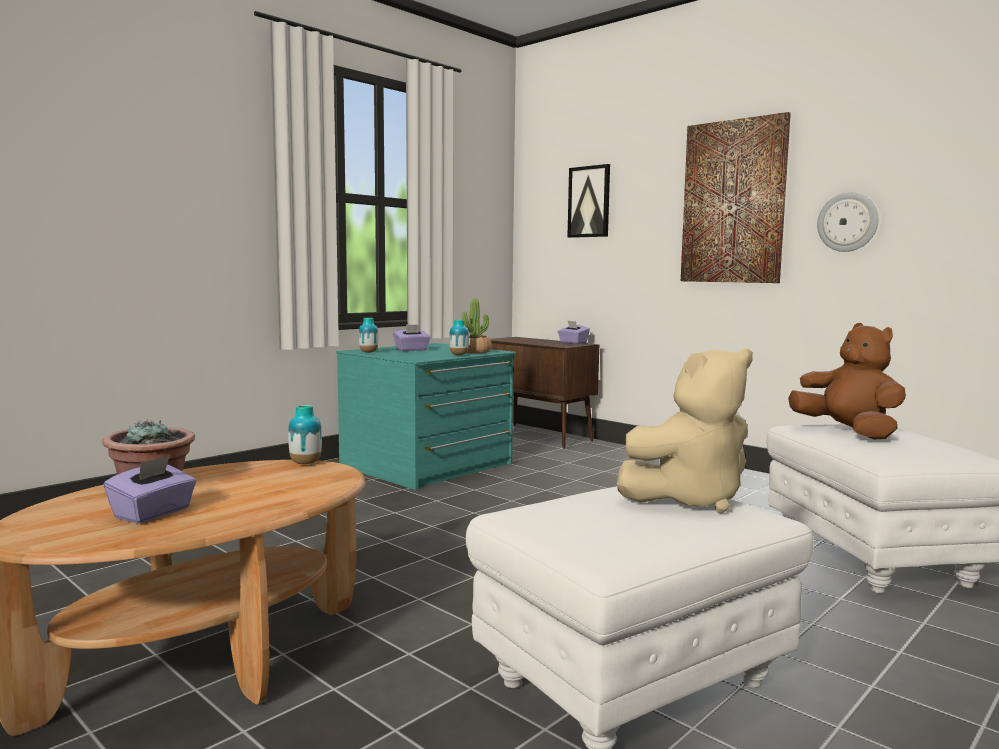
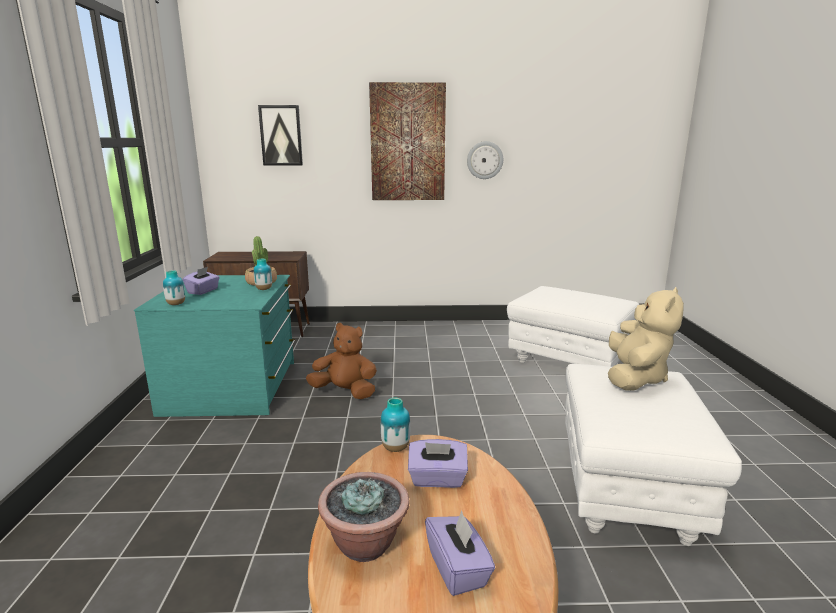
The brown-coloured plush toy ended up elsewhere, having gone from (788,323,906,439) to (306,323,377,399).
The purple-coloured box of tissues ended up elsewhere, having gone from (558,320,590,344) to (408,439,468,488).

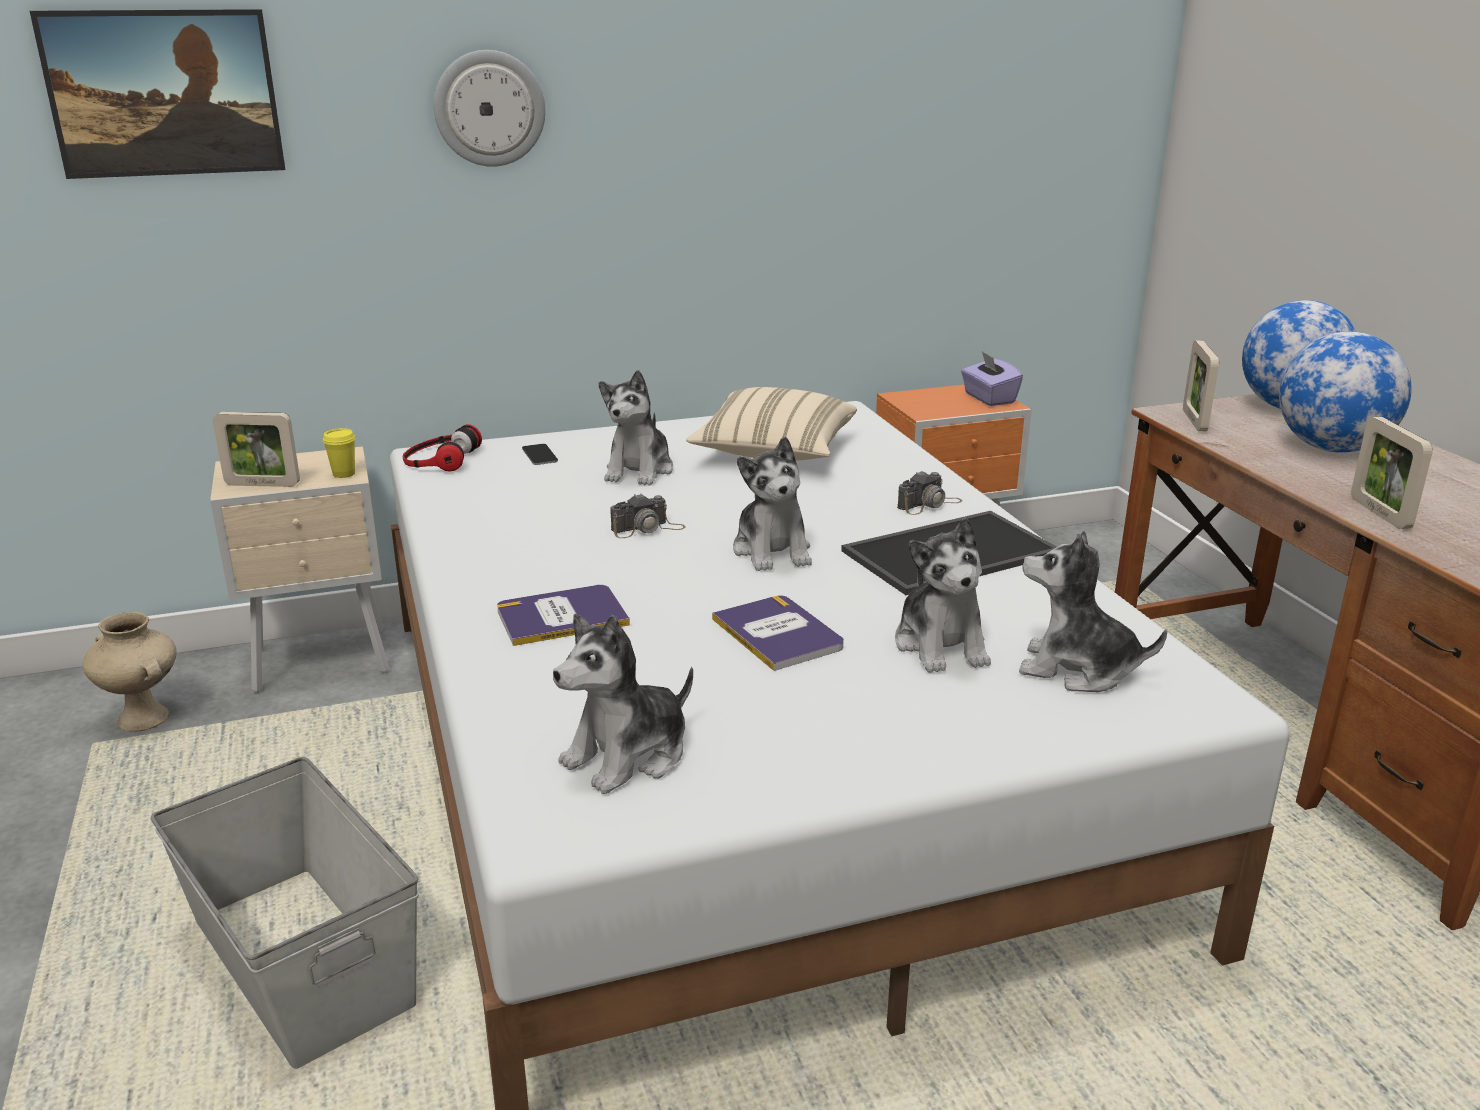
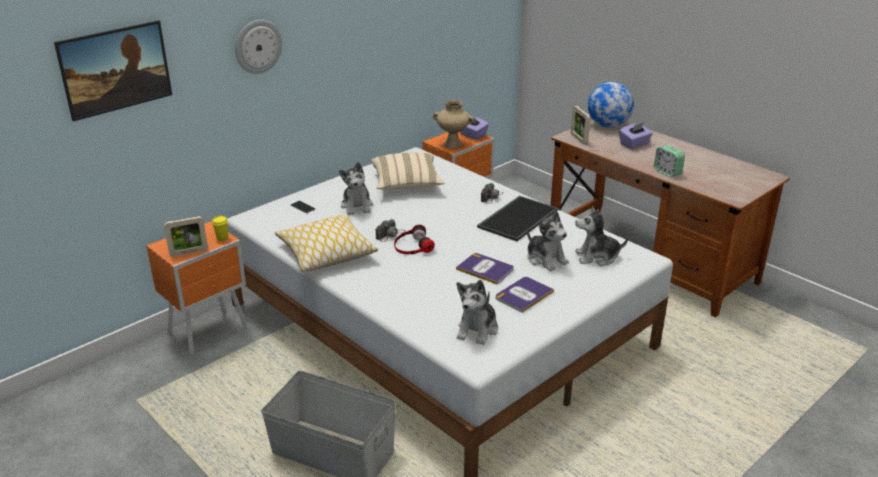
What was the beige-coloured bedside table at (210,446,390,693) turned into the orangey bedside table at (146,221,248,355).
The second view gained the pillow at (275,214,378,272).
The headset ended up elsewhere, having gone from (403,424,482,472) to (394,225,435,254).
The beige-coloured flower vase ended up elsewhere, having gone from (83,612,177,732) to (433,100,474,149).
The book ended up elsewhere, having gone from (497,585,630,646) to (496,277,554,313).
Where the world globe stood at (1279,332,1412,453), the purple-coloured box of tissues came to stand at (619,122,653,149).
Where the picture frame stood at (1351,417,1433,529), the table clock came to stand at (654,145,685,177).
The second view lost the plush toy at (733,437,812,571).

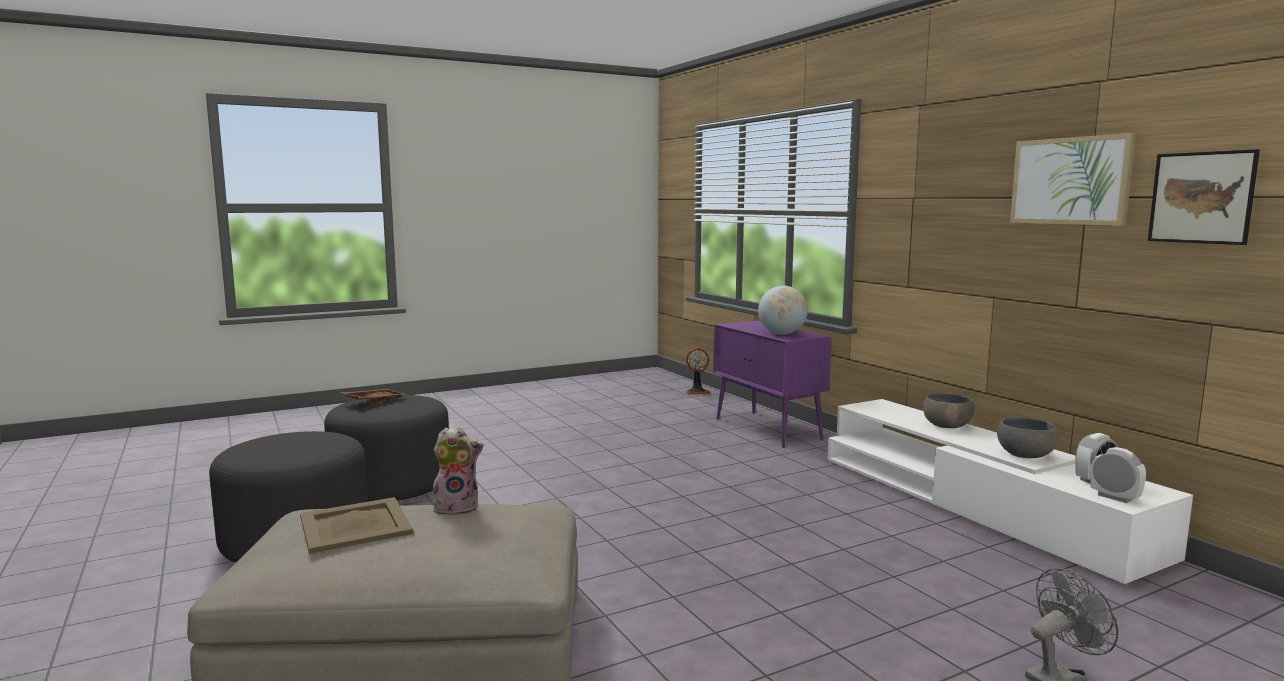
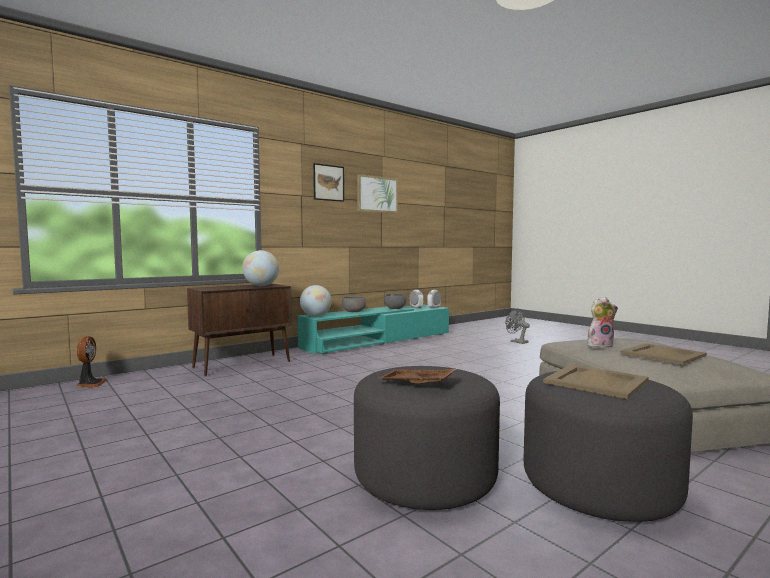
What was the purple-coloured storage cabinet at (714,321,832,448) turned into the brown-coloured storage cabinet at (187,284,292,376).
What was the white media console at (827,399,1193,584) turned into the turquoise-coloured media console at (297,304,449,354).
The second view gained the world globe at (300,285,332,317).
The picture ended up elsewhere, having gone from (1148,149,1260,245) to (313,163,344,202).
The second view gained the beige-coloured carrying tray at (543,364,649,399).
The plush toy at (432,427,484,515) ended up facing another way, 105 degrees clockwise from before.

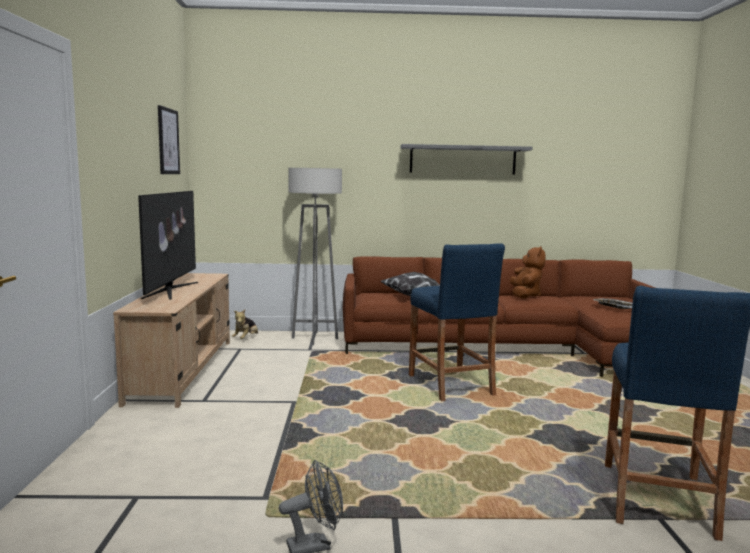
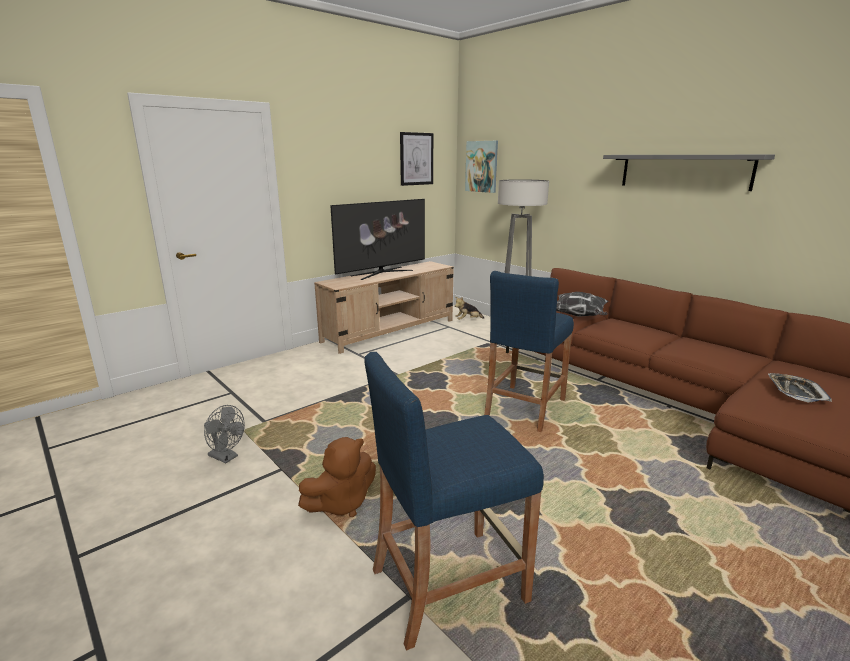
The brown-coloured plush toy ended up elsewhere, having gone from (510,246,546,299) to (298,437,376,517).
The second view gained the picture at (465,141,498,193).

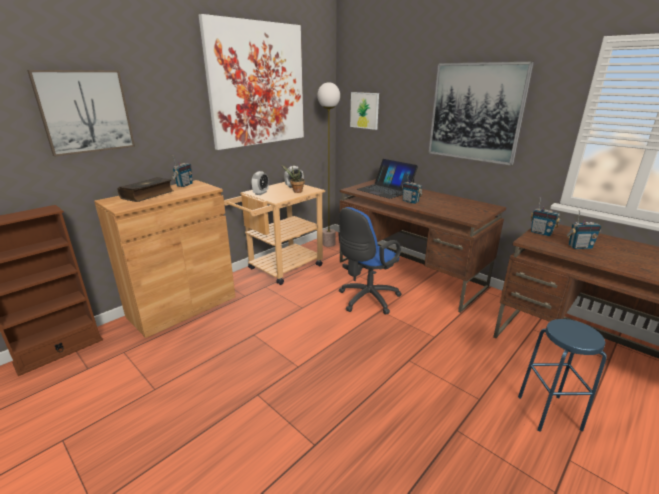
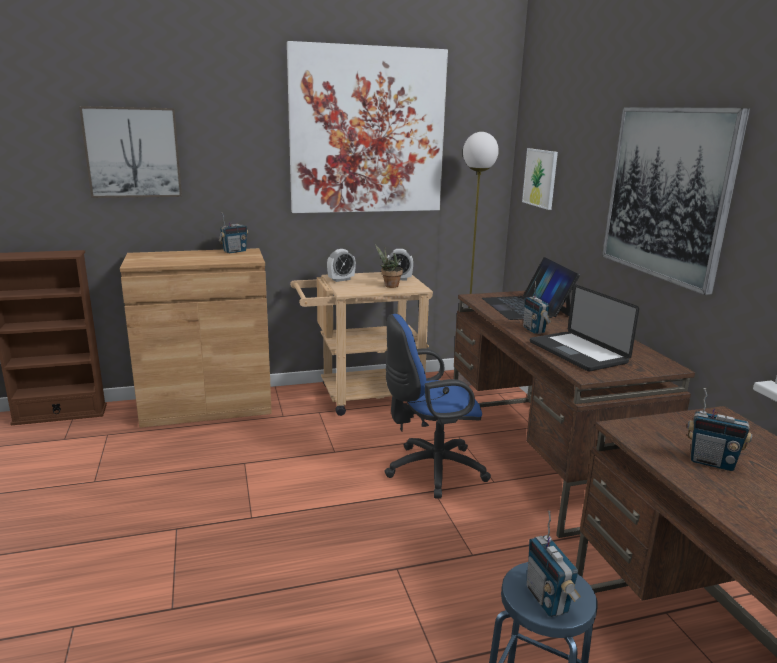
The radio ended up elsewhere, having gone from (530,197,561,236) to (527,511,581,617).
The second view gained the laptop at (530,284,639,372).
The second view lost the book at (117,177,173,202).

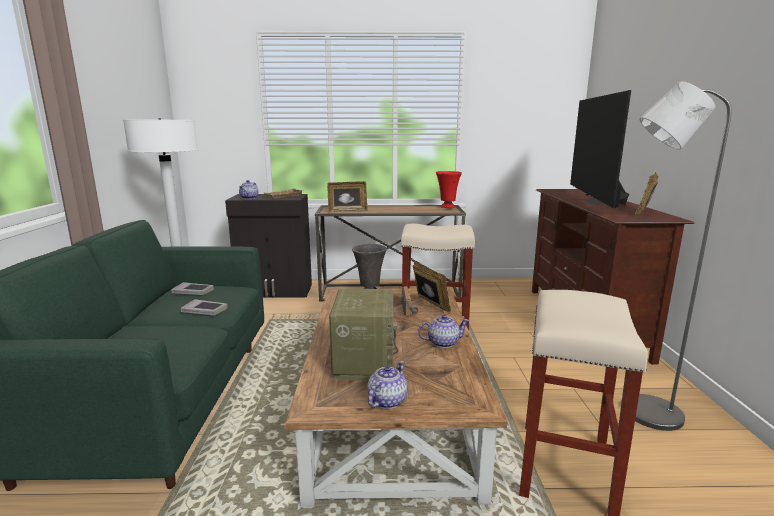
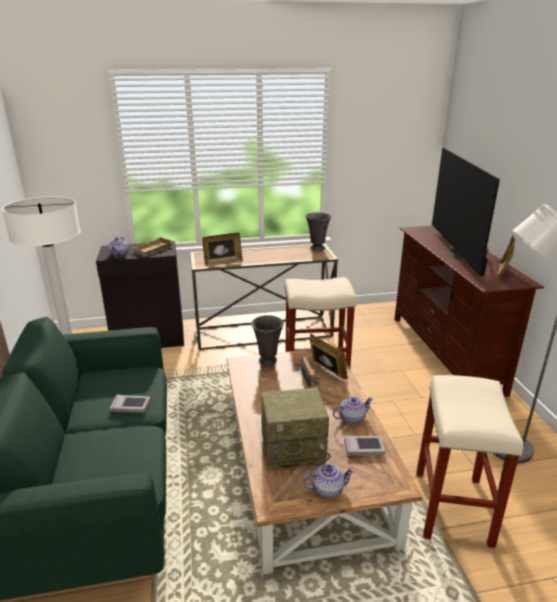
The radio at (329,289,399,381) ended up facing another way, 90 degrees clockwise from before.
The teapot at (367,361,407,409) ended up facing another way, 60 degrees clockwise from before.
What was the red-coloured flower vase at (436,171,462,208) turned into the gray flower vase at (306,212,331,251).
The book ended up elsewhere, having gone from (171,282,214,295) to (344,435,385,455).

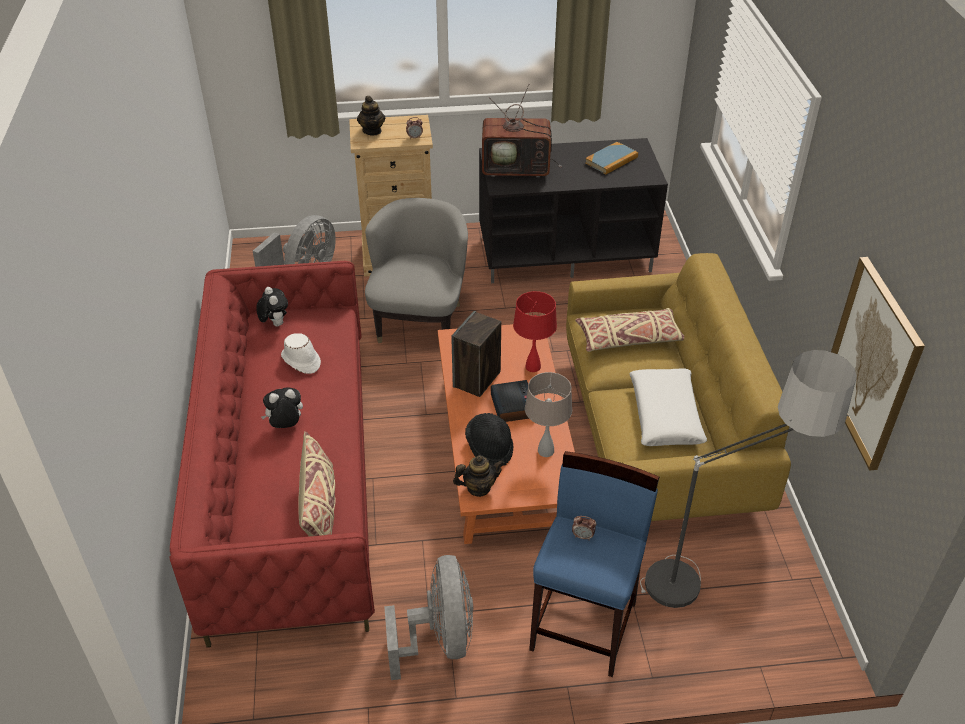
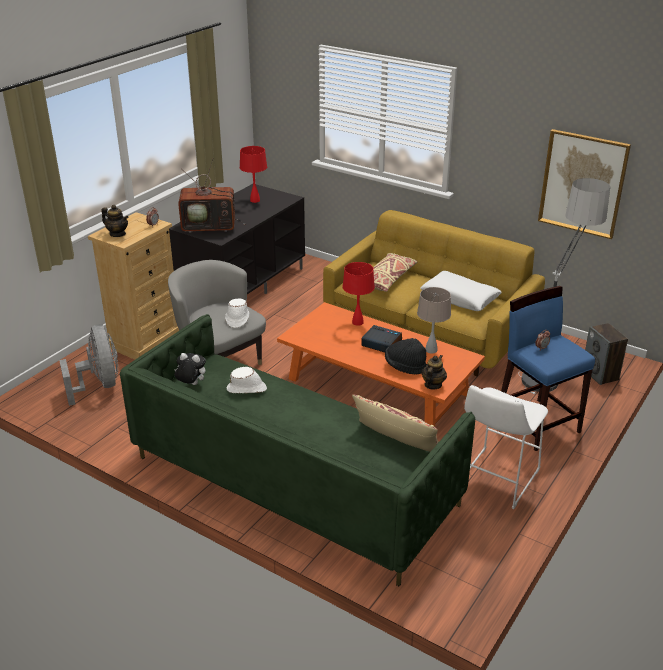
What was the red-coloured couch at (169,261,375,647) turned into the green-coloured couch at (120,314,476,586).
The television at (482,84,562,178) ended up facing another way, 45 degrees clockwise from before.
The second view gained the white wearable hat at (225,299,249,328).
Where the book stood at (585,142,638,174), the red-coloured lamp for a table came to stand at (240,146,267,203).
Where the gray fan stood at (384,555,473,680), the white sitting stool came to stand at (464,385,548,509).
The speaker ended up elsewhere, having gone from (451,311,501,397) to (585,323,628,385).
The second view lost the plush toy at (261,388,303,428).

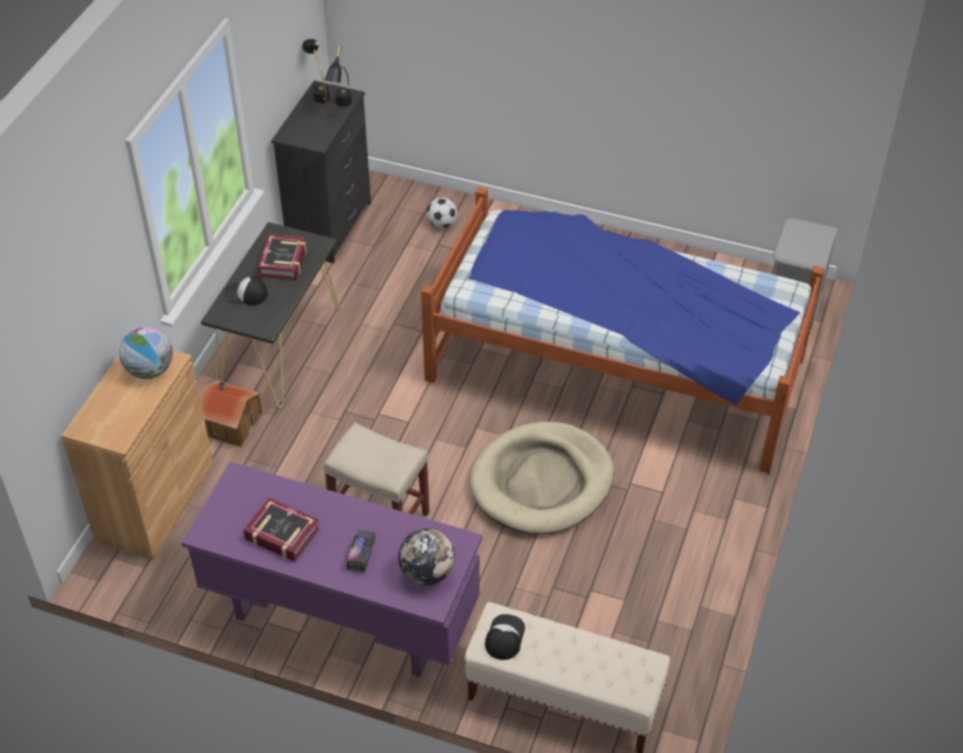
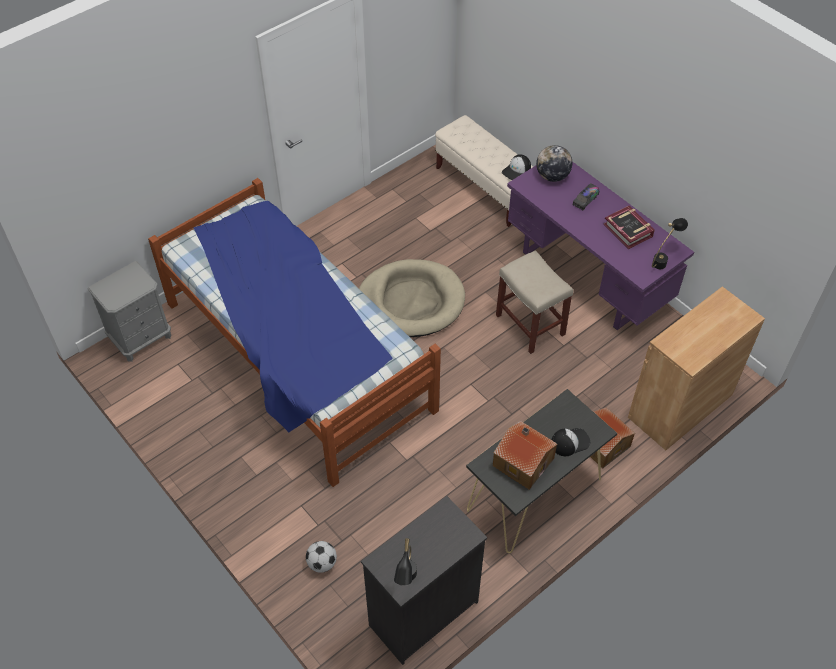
Where the book stood at (257,234,307,281), the toy house came to stand at (493,421,558,490).
The baseball cap at (224,276,268,306) ended up facing another way, 60 degrees counterclockwise from before.
The black-coloured lamp for a table ended up elsewhere, having gone from (325,46,352,107) to (652,218,688,269).
The second view lost the world globe at (119,327,173,379).

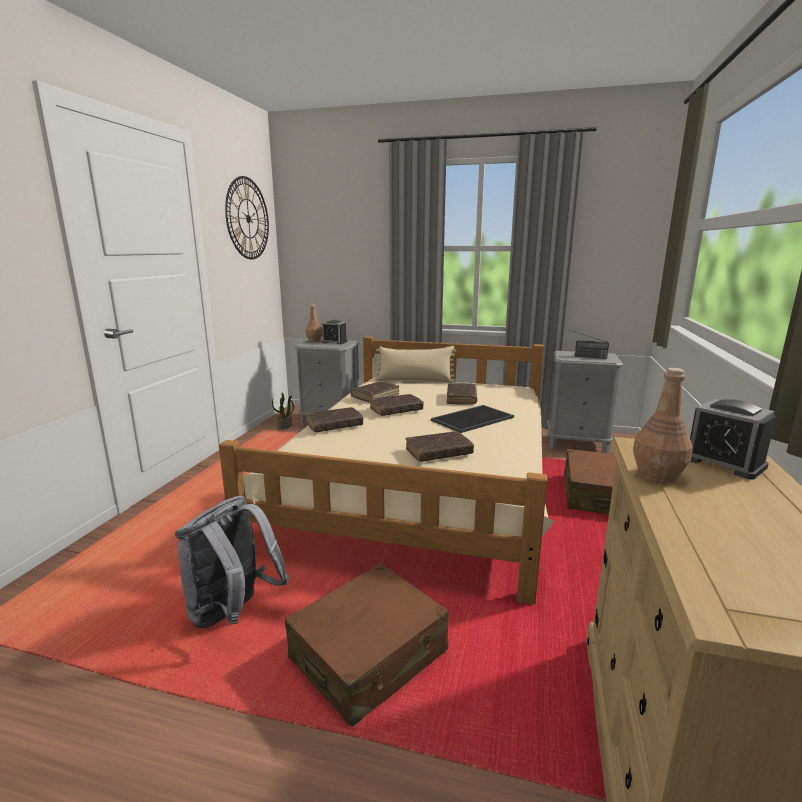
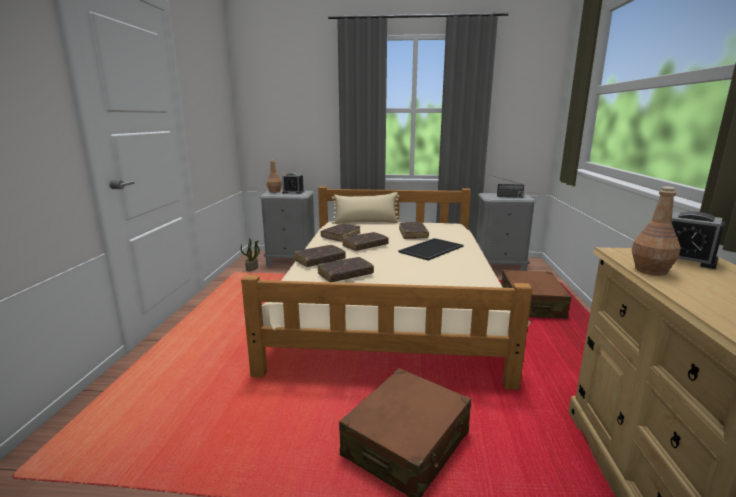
The brown-coloured book ended up elsewhere, having gone from (406,431,474,462) to (317,257,374,282).
The second view lost the gray backpack at (175,495,289,628).
The second view lost the wall clock at (225,176,269,260).

